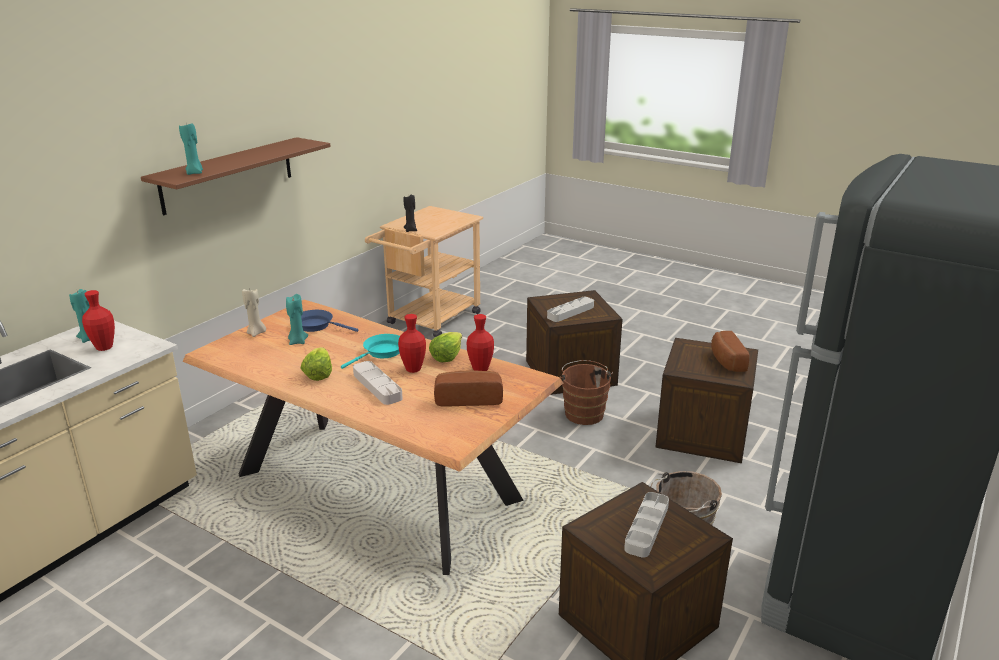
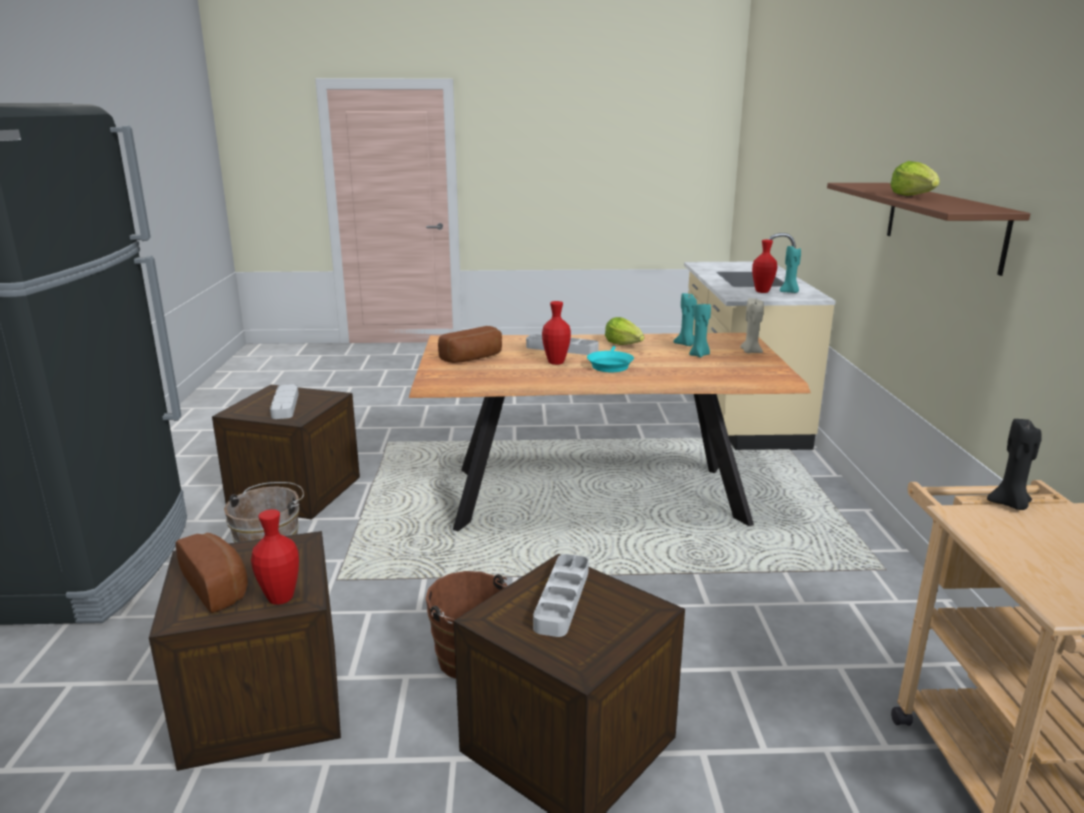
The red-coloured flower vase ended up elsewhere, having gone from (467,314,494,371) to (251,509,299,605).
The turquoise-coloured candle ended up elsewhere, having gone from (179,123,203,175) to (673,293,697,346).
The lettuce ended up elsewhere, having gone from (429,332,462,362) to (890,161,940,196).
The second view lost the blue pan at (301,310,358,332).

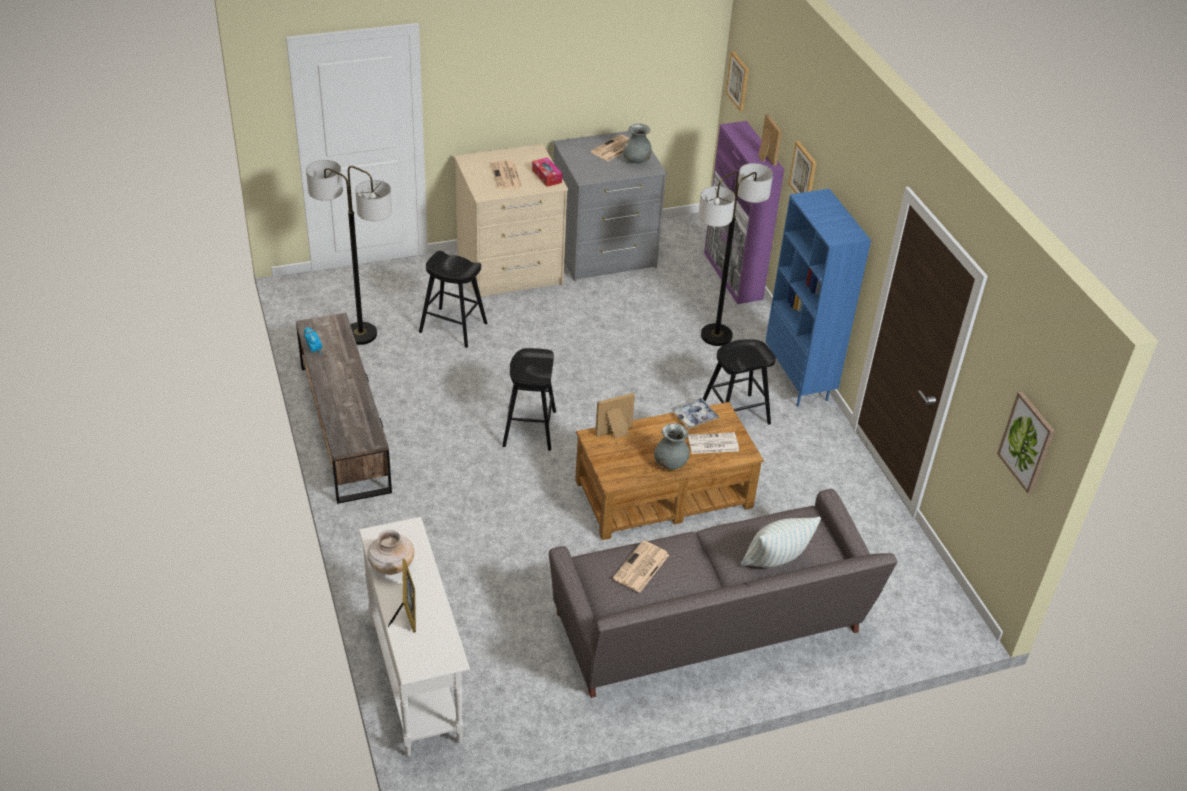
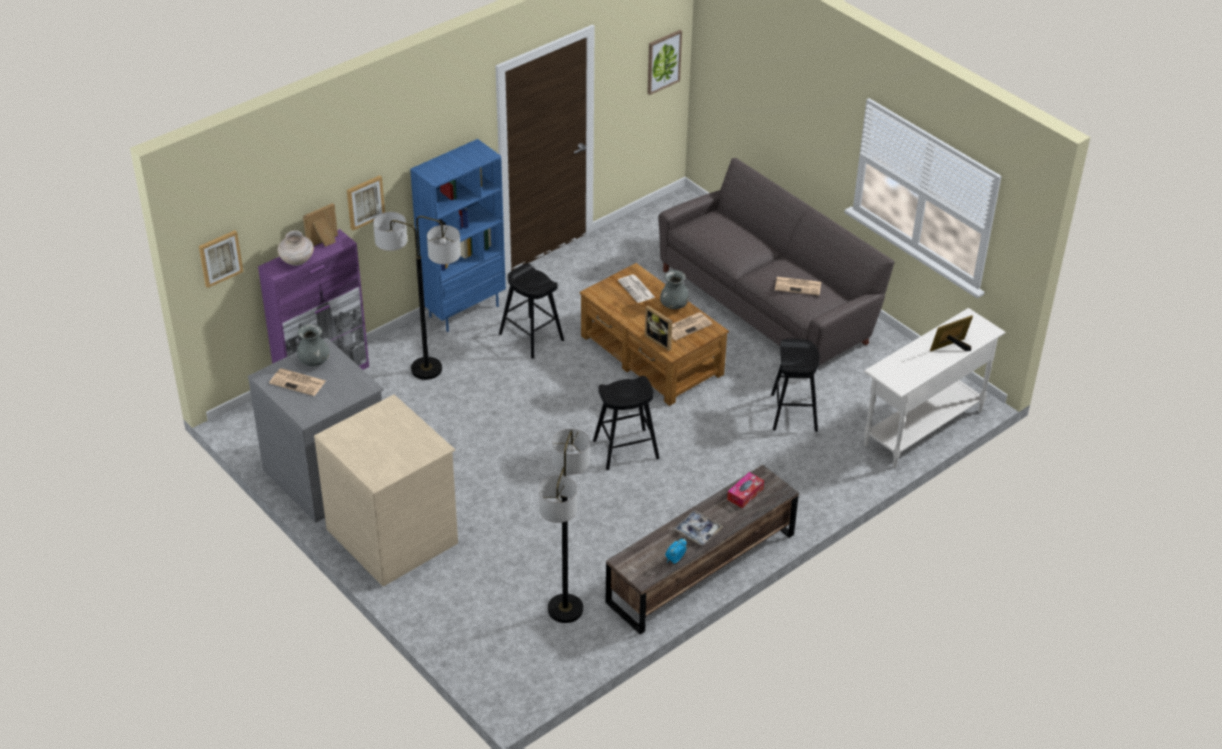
The beige-coloured flower vase ended up elsewhere, having gone from (367,530,414,575) to (277,230,314,266).
The daily paper ended up elsewhere, having gone from (491,161,522,189) to (672,312,713,341).
The carrying tray ended up elsewhere, having gone from (671,397,720,429) to (674,510,723,545).
The box of tissues ended up elsewhere, having gone from (532,157,562,187) to (727,472,764,508).
The black-coloured sitting stool ended up elsewhere, having gone from (419,251,487,348) to (771,339,820,432).
The second view lost the pillow at (741,517,821,567).

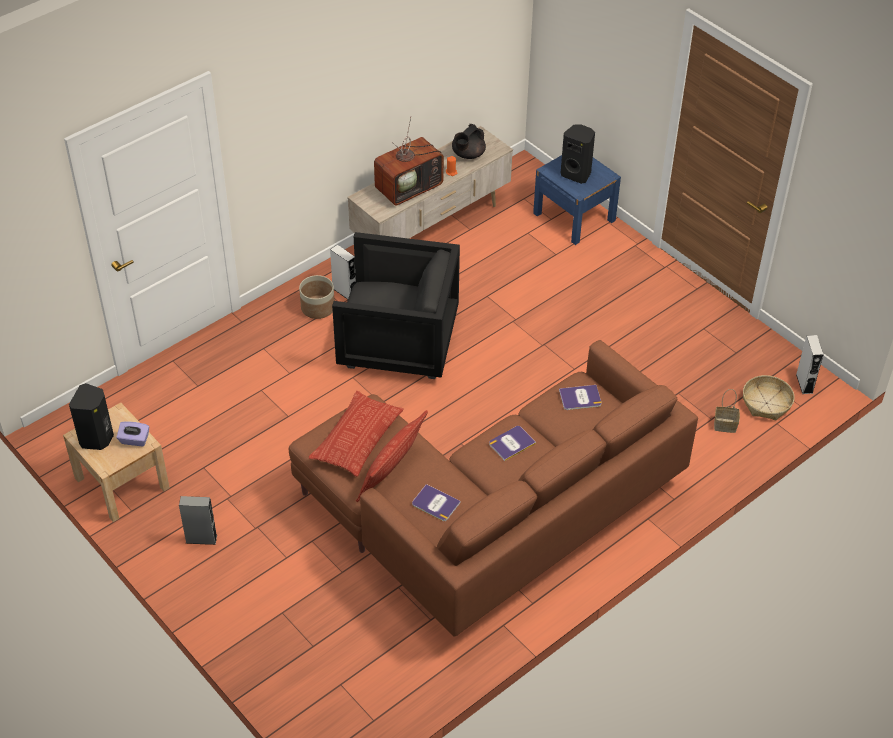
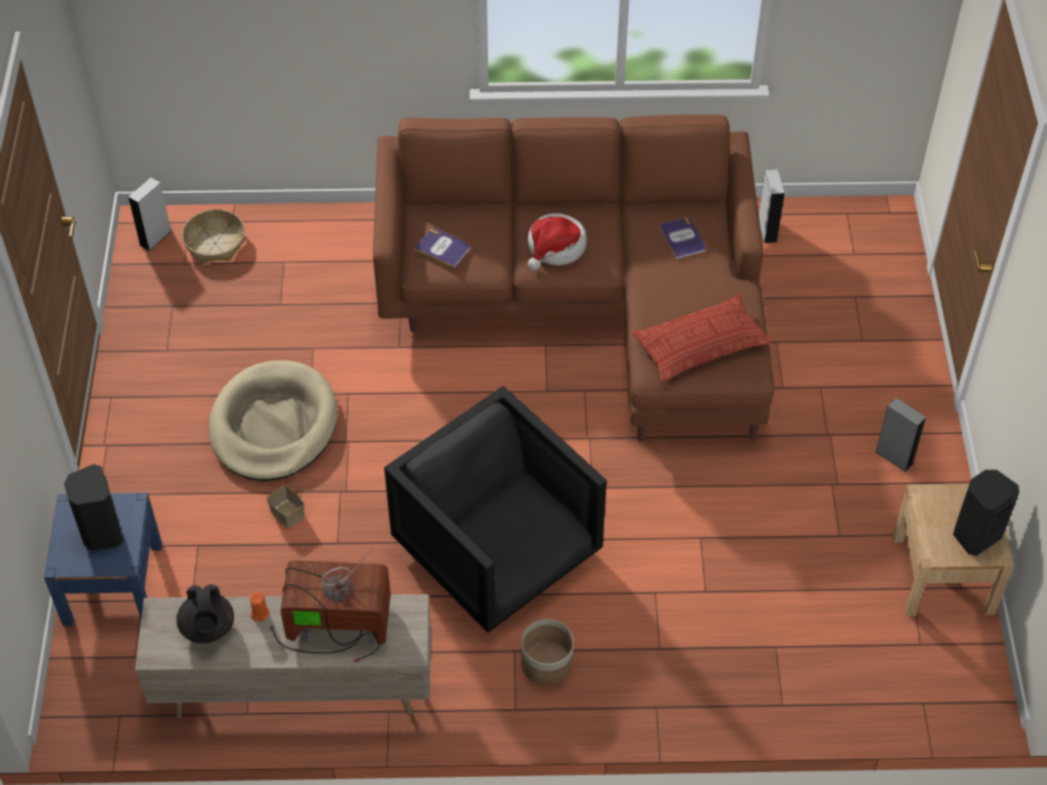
The black-coloured teapot at (452,124,486,159) ended up facing another way, 90 degrees clockwise from before.
The second view gained the beige-coloured pet bed at (209,360,337,481).
The storage basket ended up elsewhere, having gone from (714,389,740,433) to (267,470,305,528).
Where the book stood at (489,426,536,461), the wearable hat came to stand at (528,213,587,271).
The gray speaker ended up elsewhere, having gone from (330,245,356,299) to (759,169,785,243).
The second view lost the purple-coloured box of tissues at (116,421,149,446).
The second view lost the pillow at (356,410,428,502).

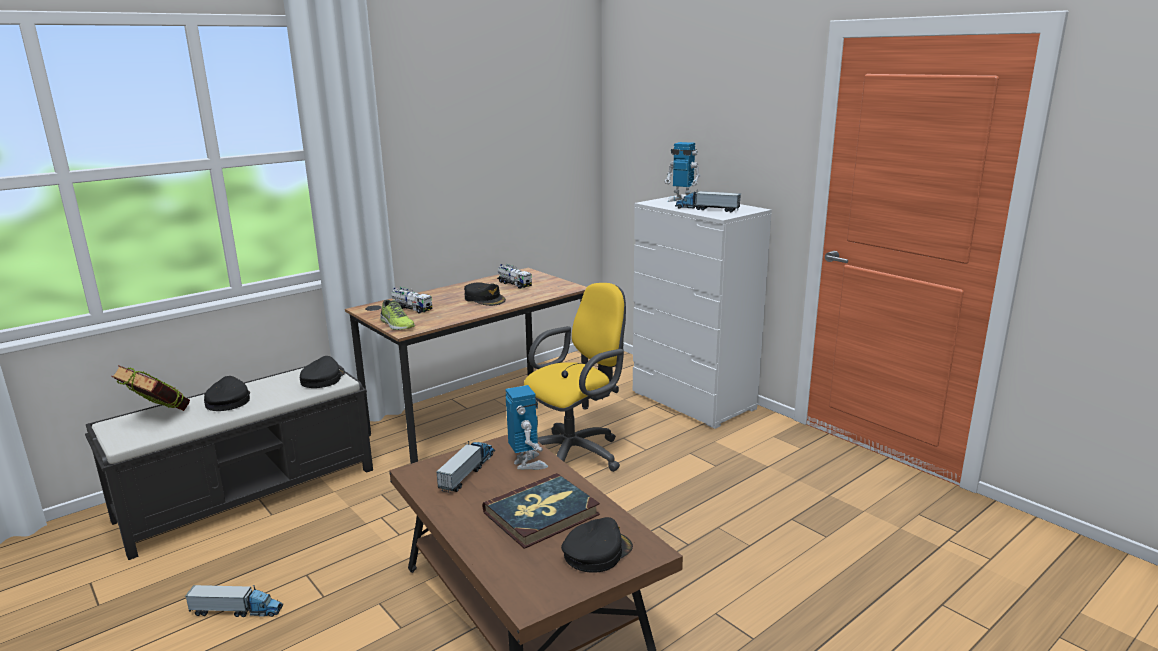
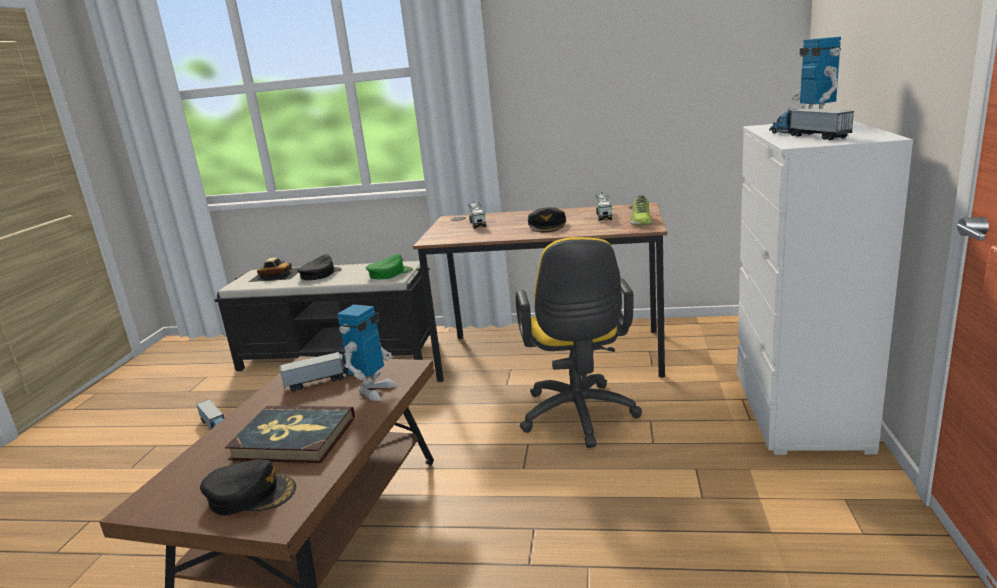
Where the book stood at (111,365,190,411), the model car came to stand at (249,257,299,282).
What was the black-coloured baseball cap at (300,356,345,388) turned into the green-coloured baseball cap at (365,254,413,279).
The yellow-coloured office chair at (524,283,626,472) ended up facing another way, 75 degrees clockwise from before.
The shoe ended up elsewhere, having gone from (380,300,415,330) to (630,195,653,225).

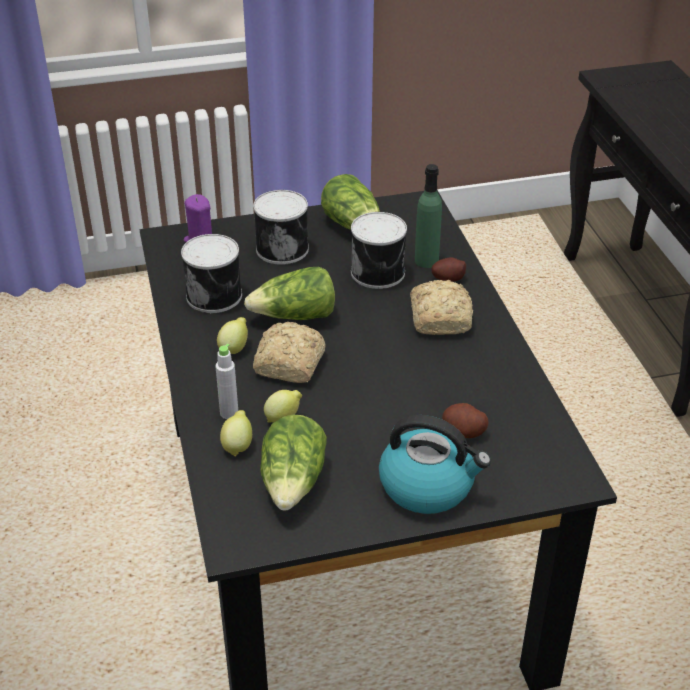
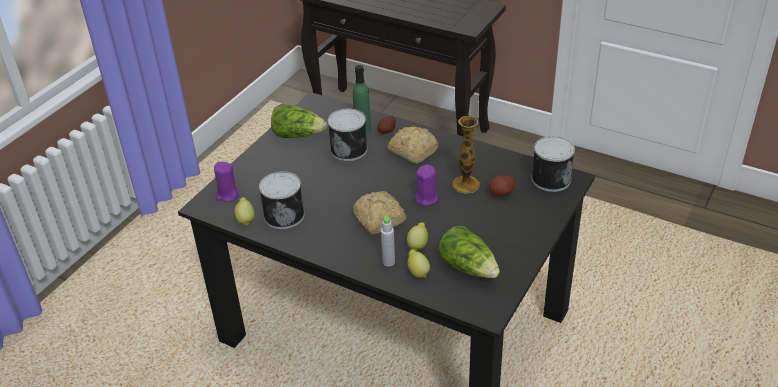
The citrus fruit ended up elsewhere, having gone from (217,317,248,354) to (235,197,255,225).
The second view gained the purple-coloured candle at (414,165,438,206).
The second view gained the flower vase at (452,116,480,194).
The metal can ended up elsewhere, having gone from (253,190,309,265) to (531,136,575,192).
The second view lost the lettuce at (244,267,335,320).
The second view lost the kettle at (379,415,491,514).

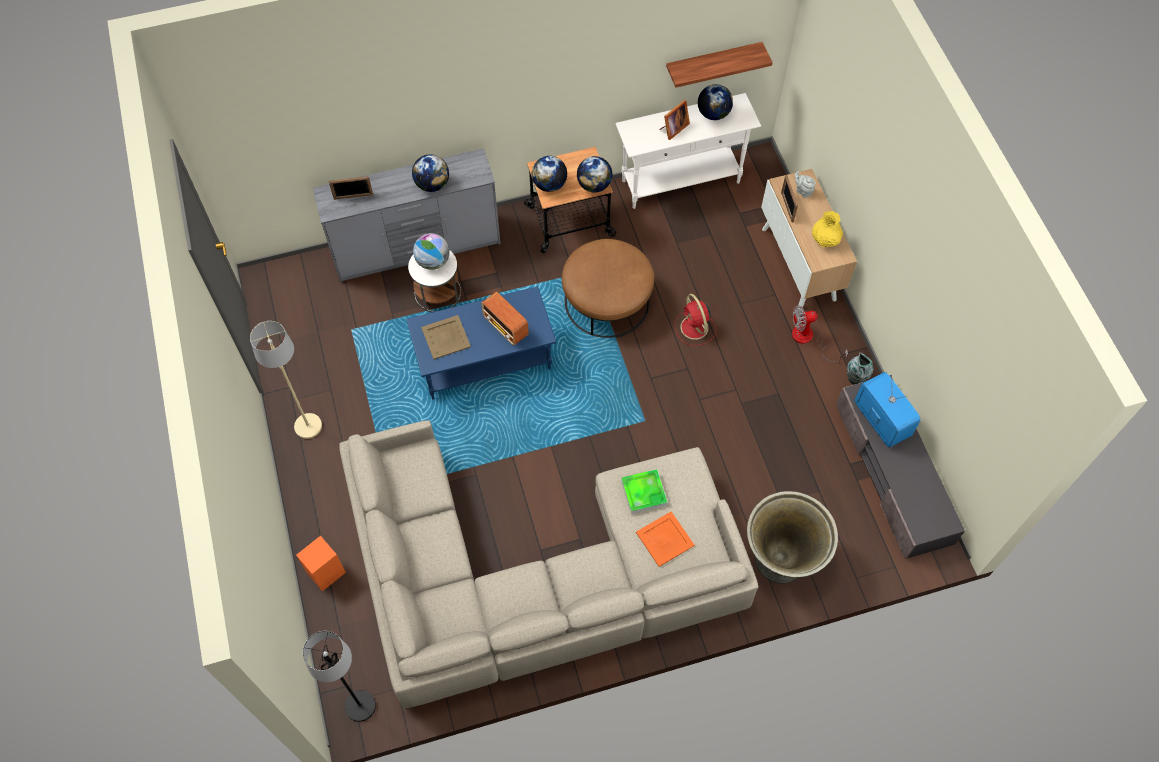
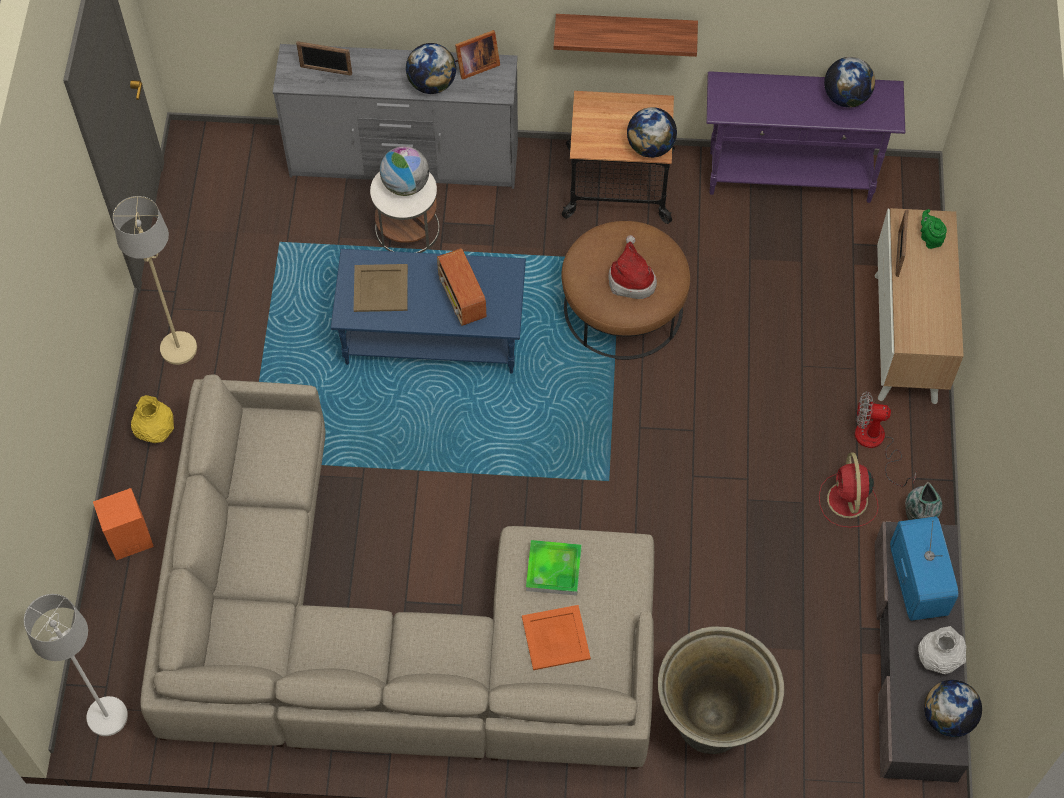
What was the black-coloured standard lamp at (303,631,376,722) turned into the white standard lamp at (24,594,128,736).
The yellow-coloured flower vase ended up elsewhere, having gone from (812,211,843,247) to (131,395,174,443).
The picture frame ended up elsewhere, having gone from (659,99,690,140) to (455,30,500,80).
The bracket shelf ended up elsewhere, having gone from (666,42,773,88) to (554,14,698,57).
The second view gained the wearable hat at (608,235,657,299).
What was the white narrow table at (615,93,761,209) turned into the purple-coloured narrow table at (707,71,905,203).
The red-coloured fan ended up elsewhere, having gone from (674,294,716,346) to (819,452,879,528).
The second view gained the white flower vase at (918,626,966,674).
What was the gray teapot at (794,171,816,198) turned into the green-coloured teapot at (921,209,947,249).
The world globe ended up elsewhere, having gone from (532,156,567,192) to (924,680,982,737).

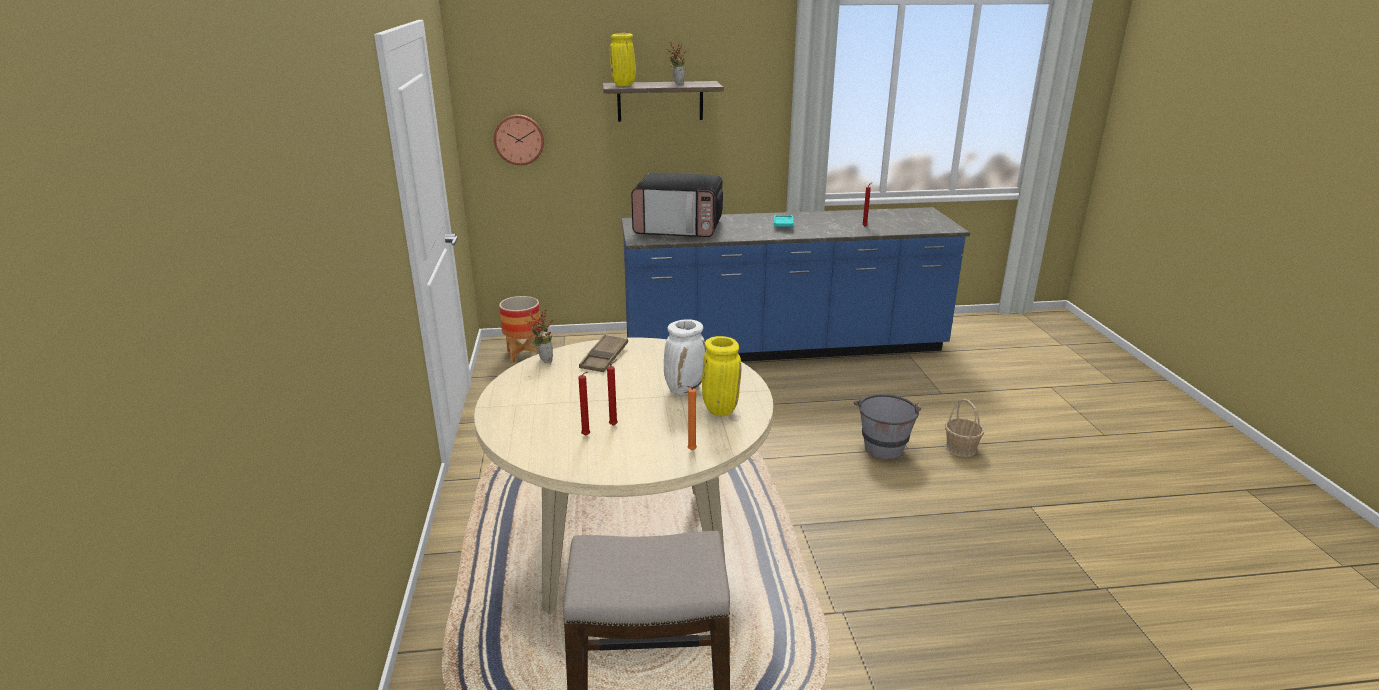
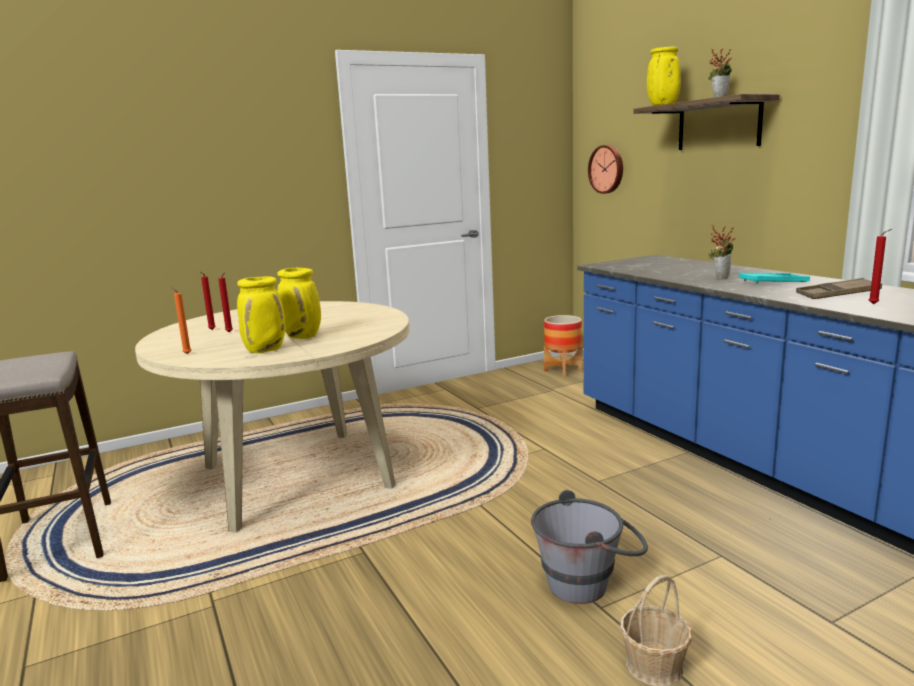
What was the white flower vase at (664,319,706,395) turned into the yellow-coloured flower vase at (277,268,321,339).
The plant in a pot ended up elsewhere, having gone from (525,309,553,363) to (708,225,736,280).
The brown-coloured carrying tray ended up elsewhere, having gone from (579,334,628,372) to (796,278,882,299).
The second view lost the microwave oven at (631,173,723,237).

